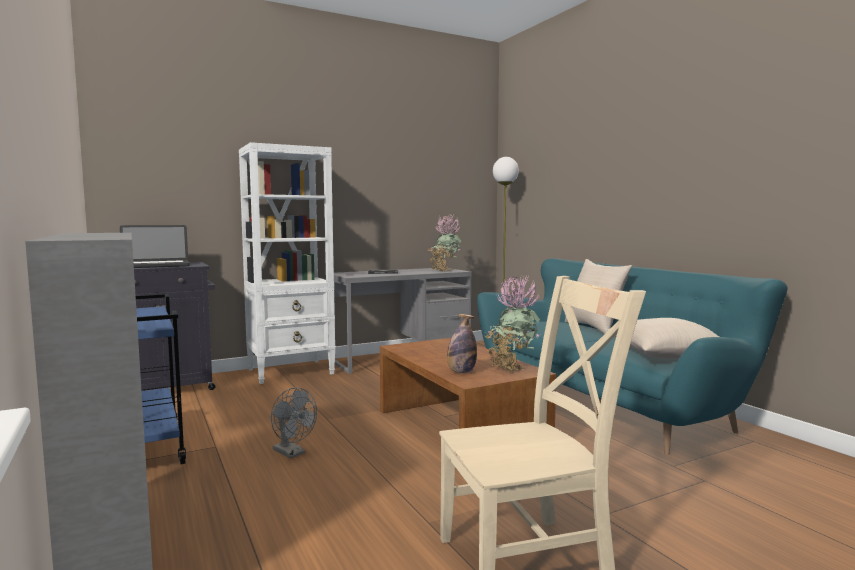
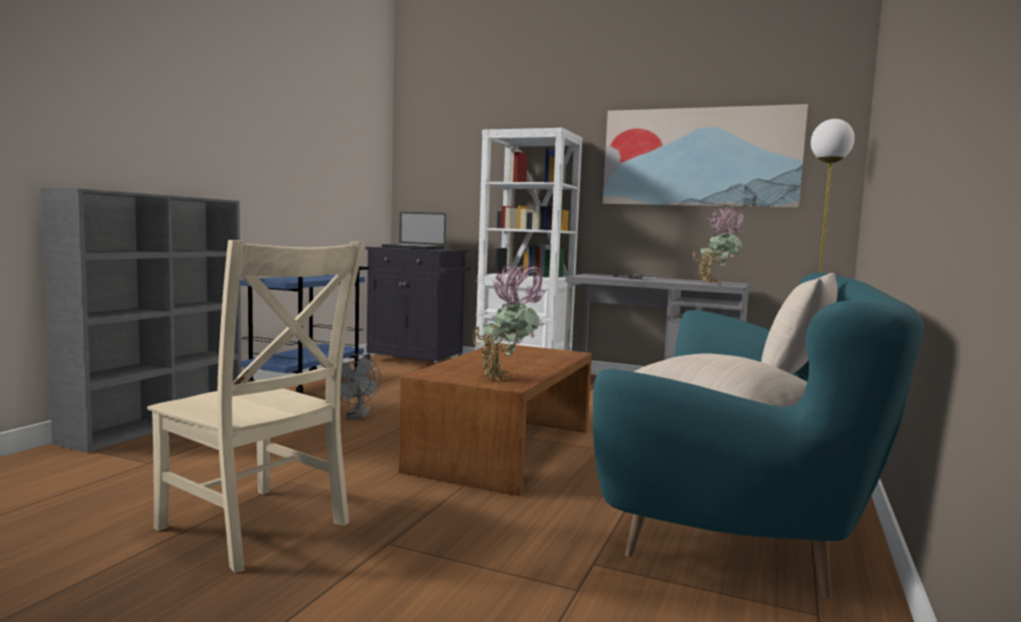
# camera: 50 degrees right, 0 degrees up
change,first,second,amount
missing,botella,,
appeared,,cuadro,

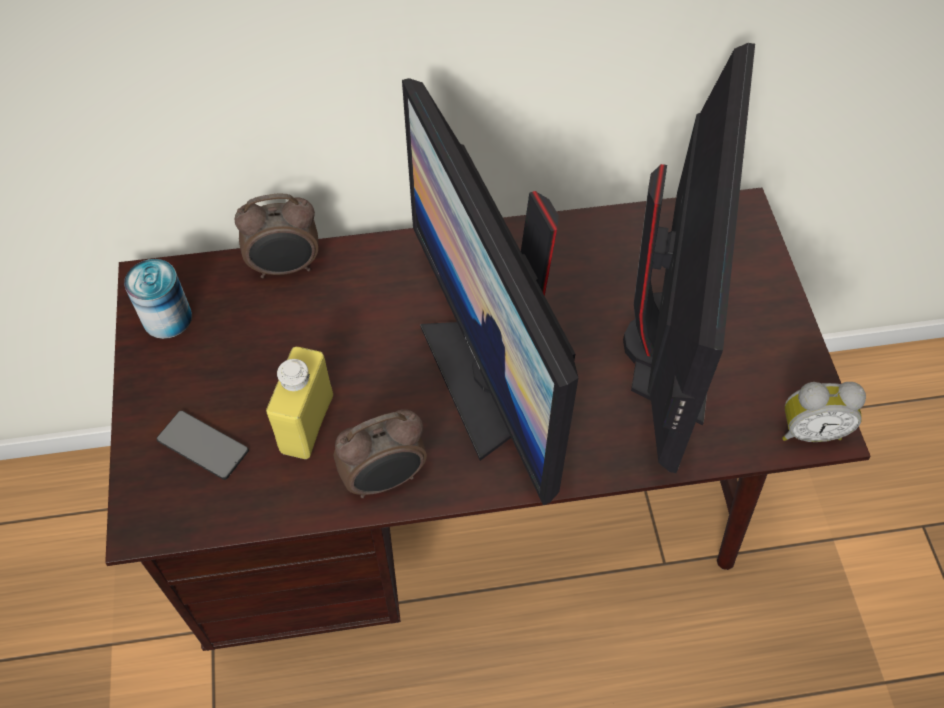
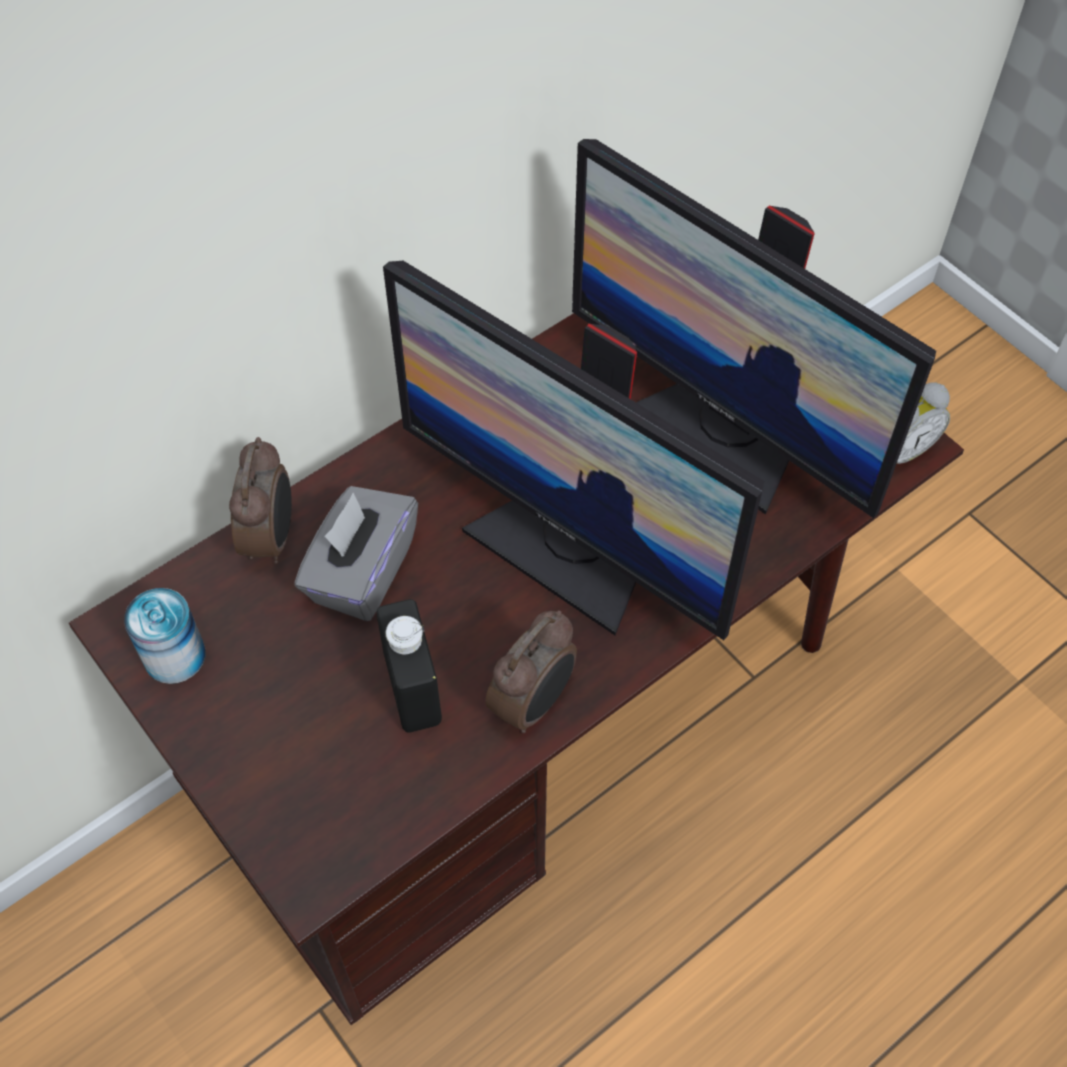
# camera: 30 degrees left, 0 degrees up
change,first,second,amount
spun,monitor (no. 2 from left),,150 degrees clockwise
spun,despertador (no. 1 from left),,45 degrees counterclockwise
colour,botella (amarillo),botella (negro),
missing,móvil,,
appeared,,caja de pañuelos (gris),

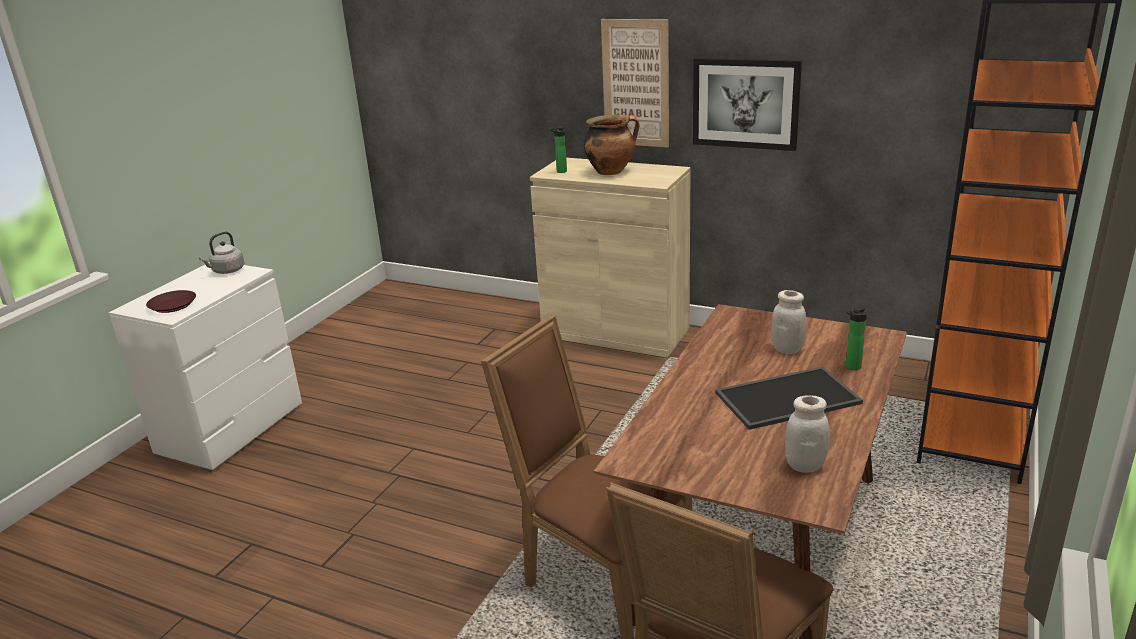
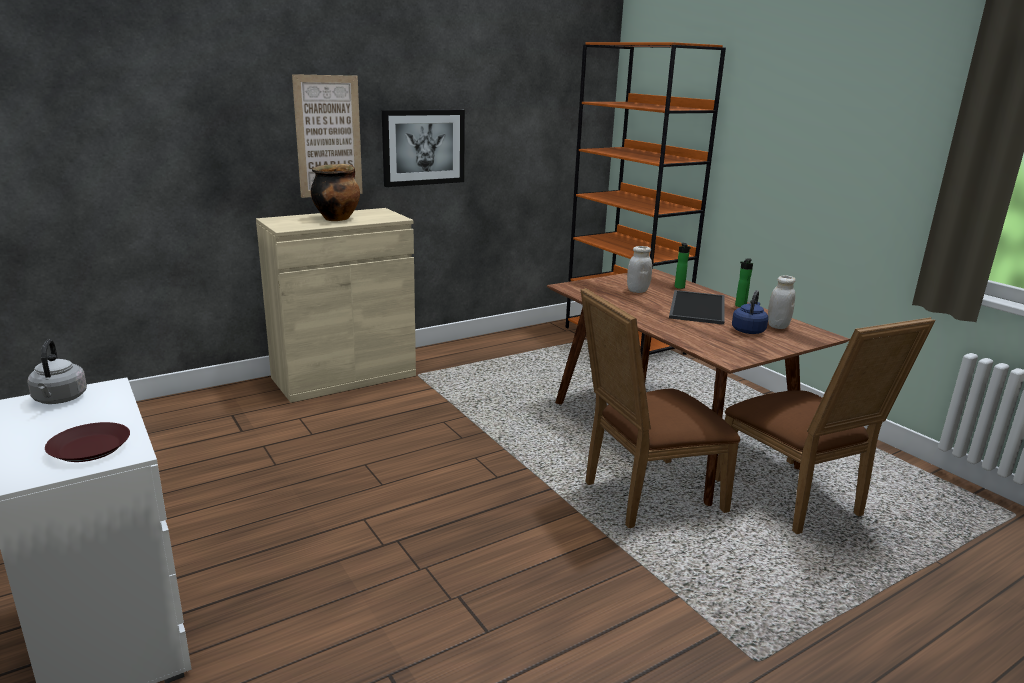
# camera: 60 degrees left, 5 degrees down
change,first,second,amount
relocated,botella (no. 1 from left in the first image),botella (no. 2 from left),
appeared,,hervidor (azul),

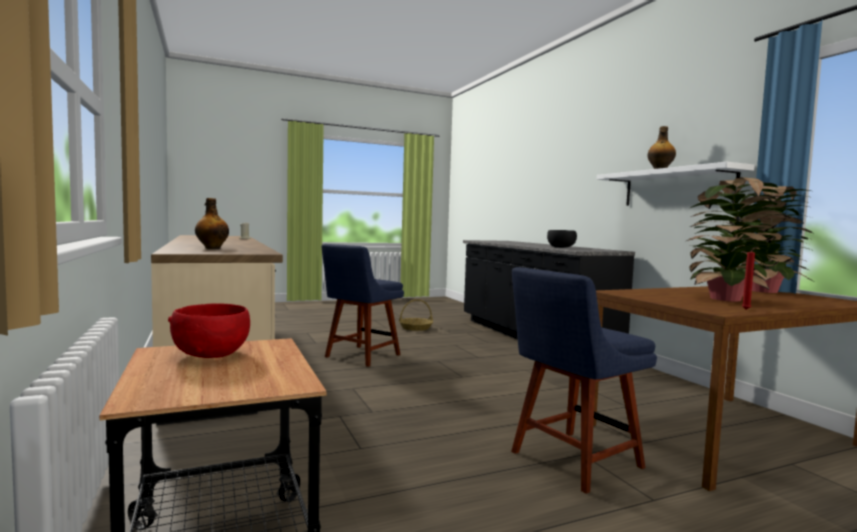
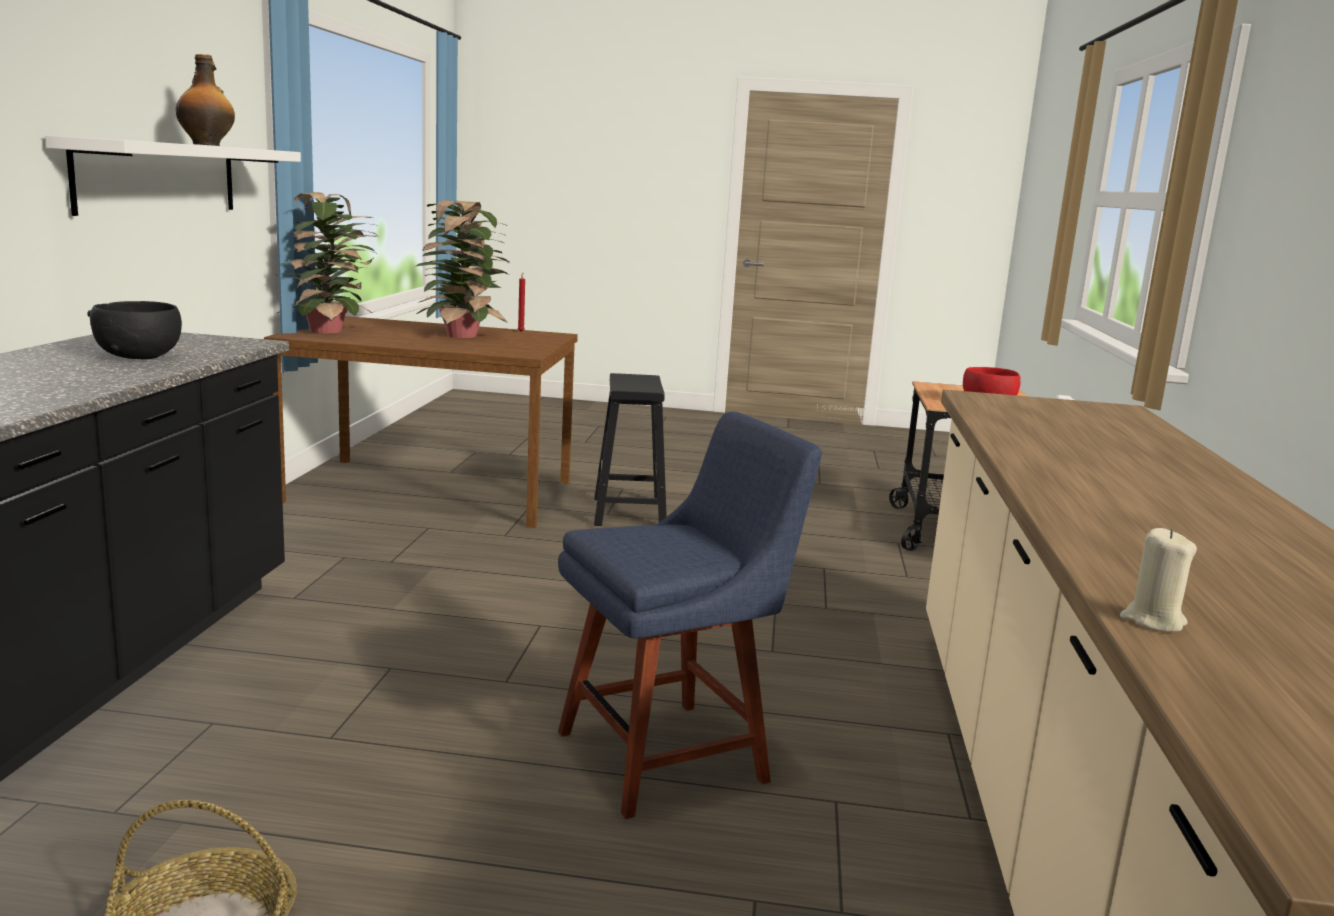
# camera: 150 degrees left, 10 degrees up
change,first,second,amount
missing,botella (no. 1 from left),,
exchanged,silla (azul) (no. 2 from left),taburete (negro),

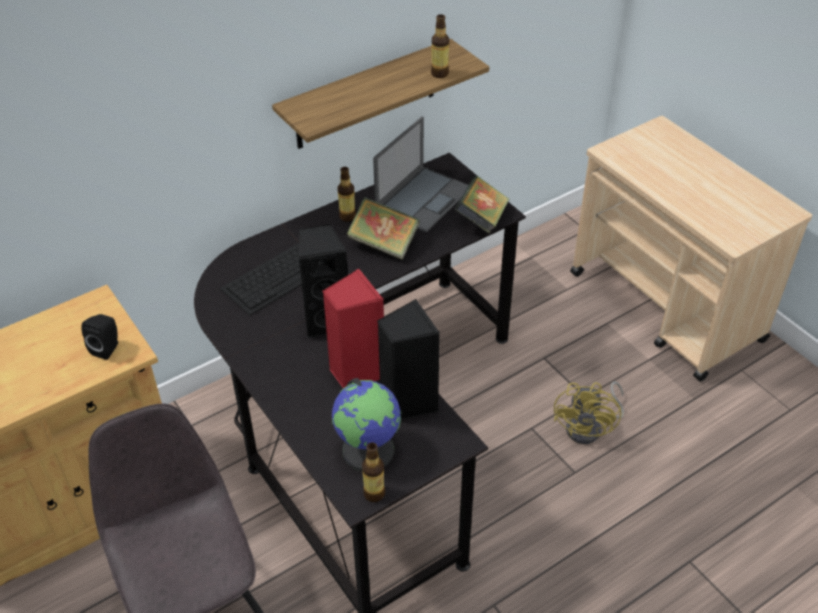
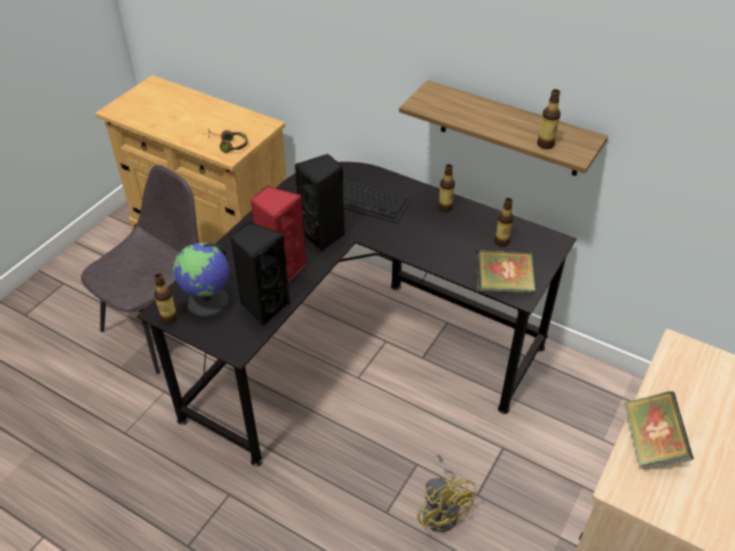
# camera: 65 degrees right, 0 degrees up
change,first,second,amount
exchanged,portátil,botella (no. 3 from left),
relocated,libro (no. 1 from left in the first image),libro (no. 2 from left),
exchanged,altavoz (negro) (no. 1 from left),auriculares (marrón),
spun,ventilador (amarillo),,105 degrees counterclockwise

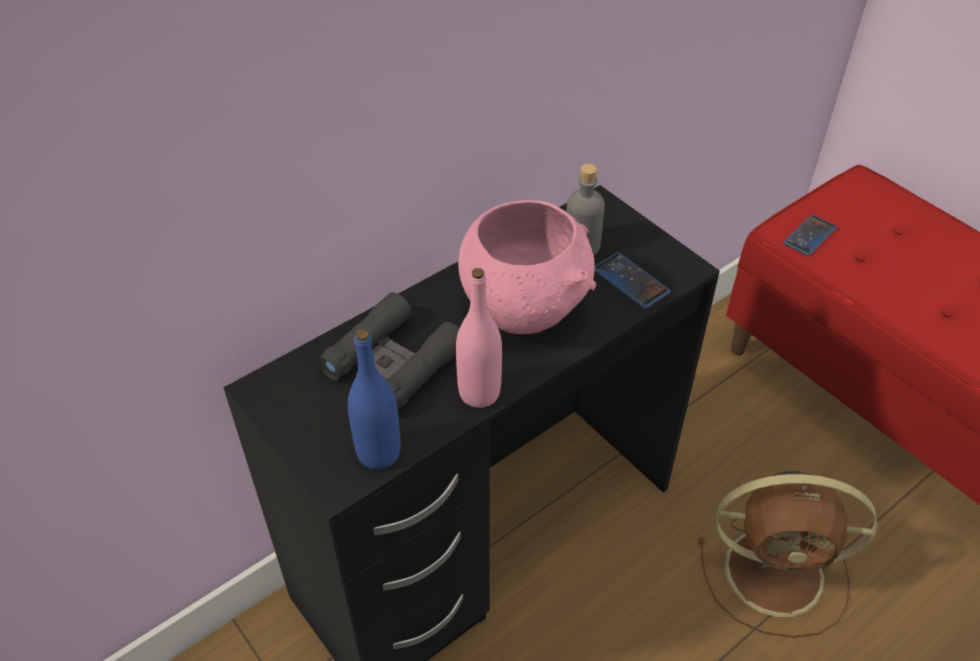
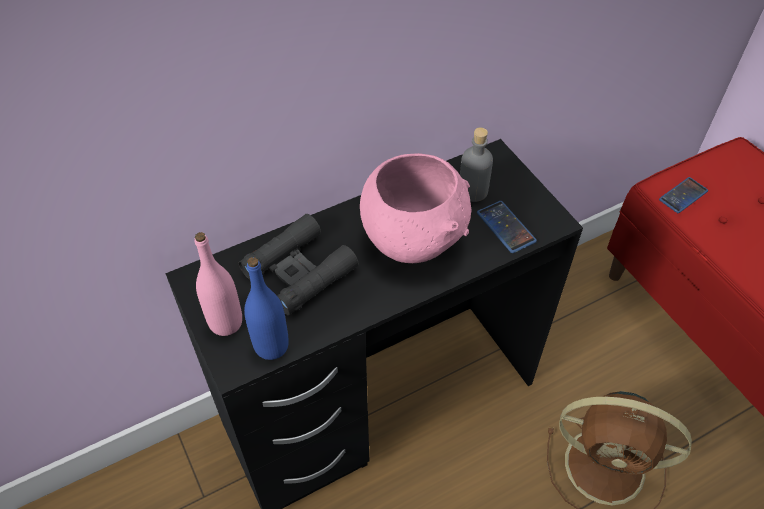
# camera: 10 degrees right, 5 degrees up
change,first,second,amount
relocated,botella (rosa),,

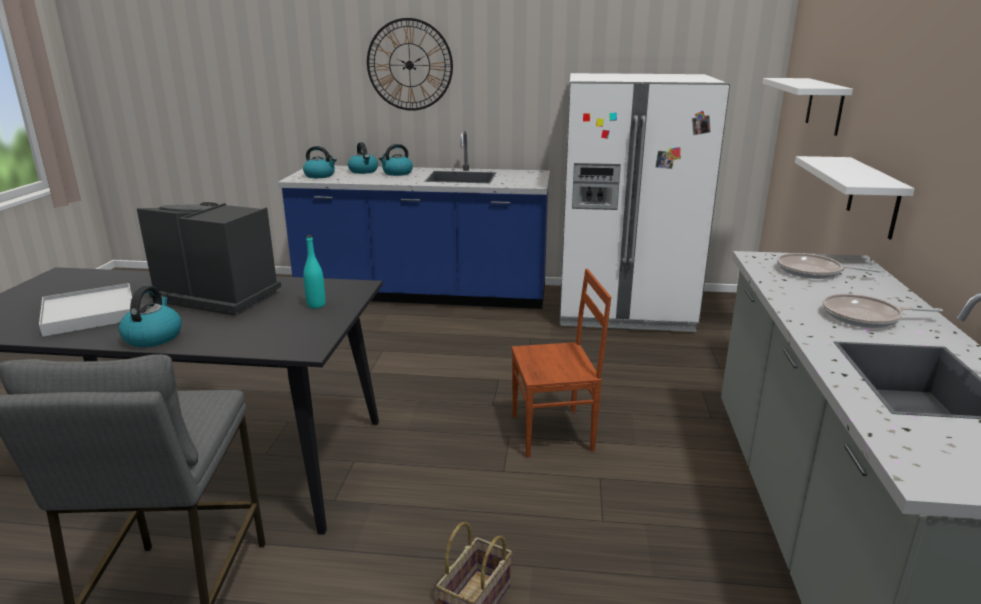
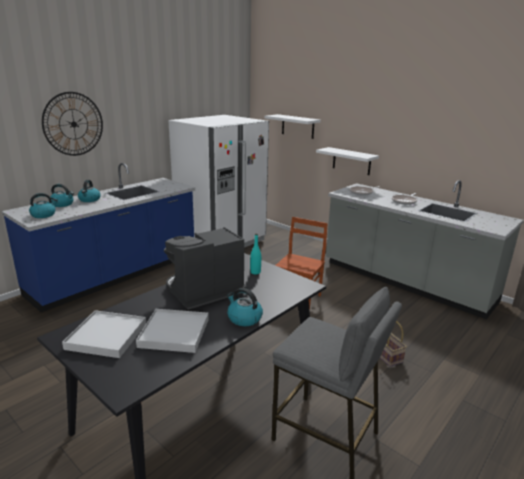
# camera: 55 degrees left, 0 degrees up
change,first,second,amount
appeared,,bandeja (blanco) (no. 1 from left),

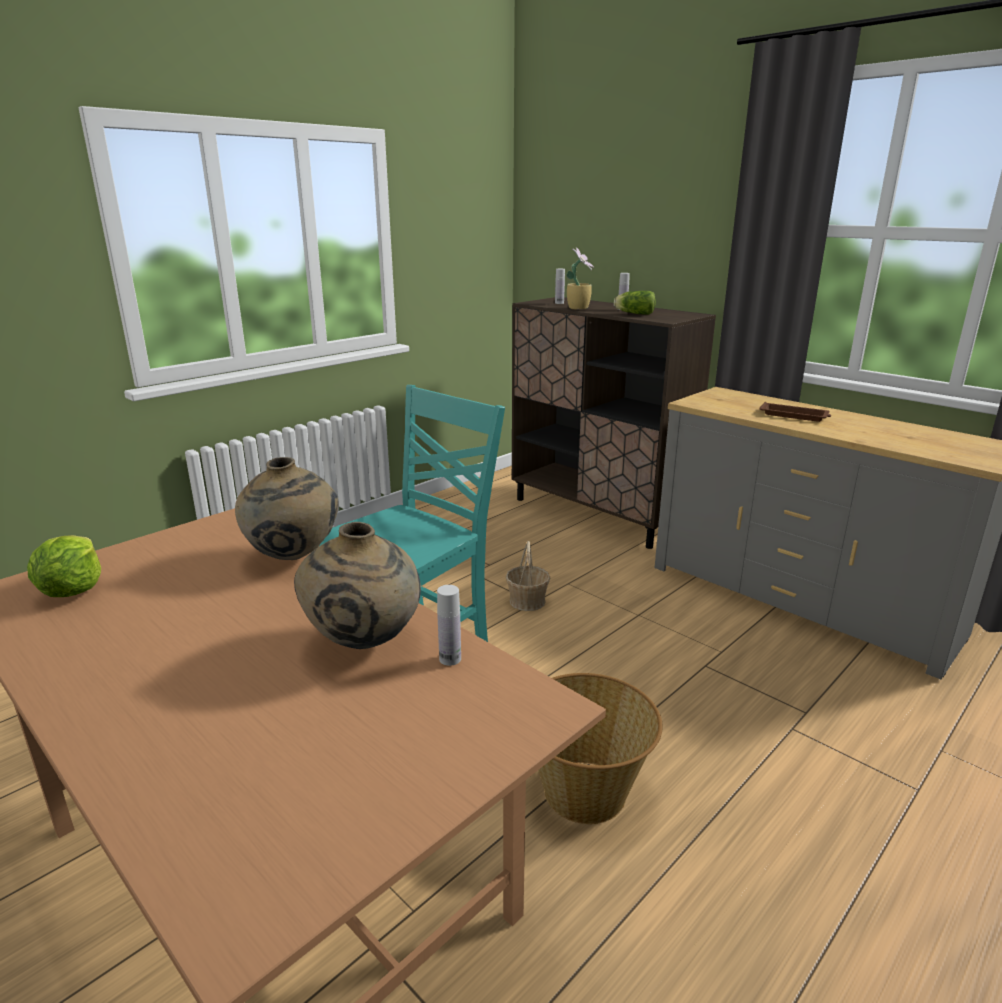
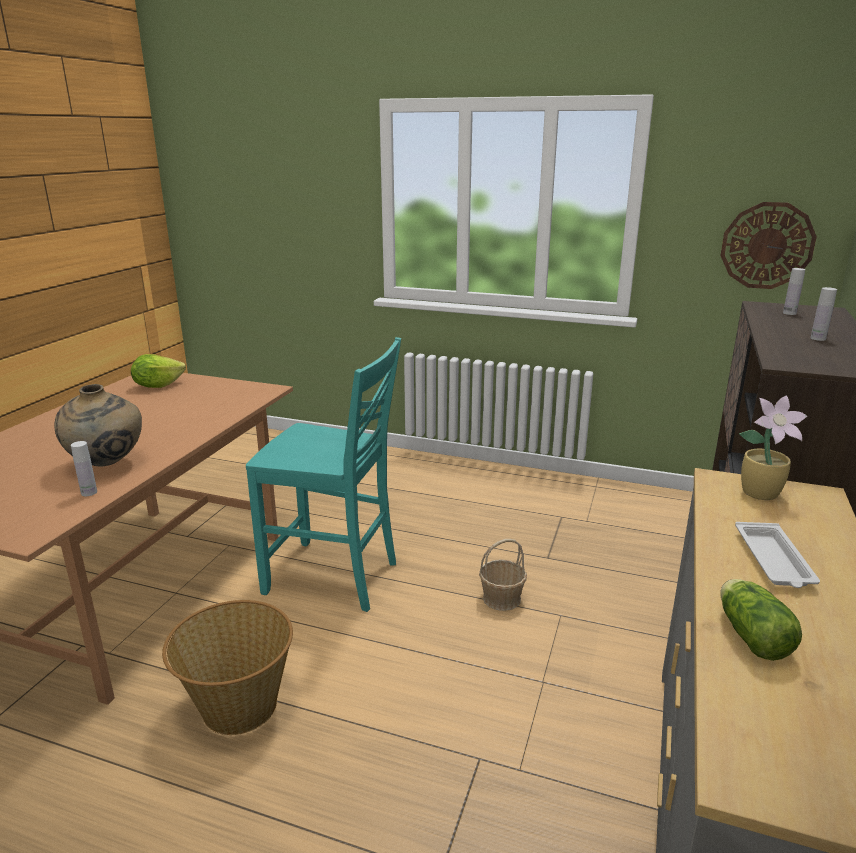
# camera: 65 degrees right, 0 degrees up
change,first,second,amount
relocated,planta en maceta,,
relocated,lechuga (no. 2 from left),,
colour,bandeja (marrón),bandeja (blanco),
missing,florero (beis) (no. 1 from left),,
appeared,,reloj de pared,

